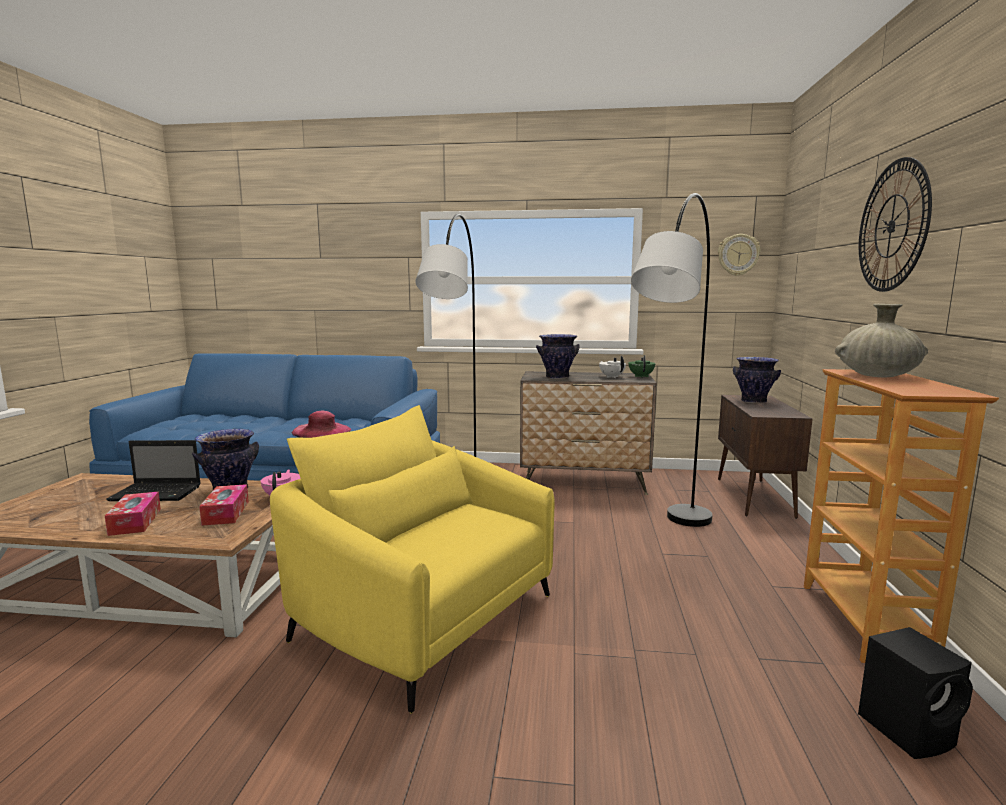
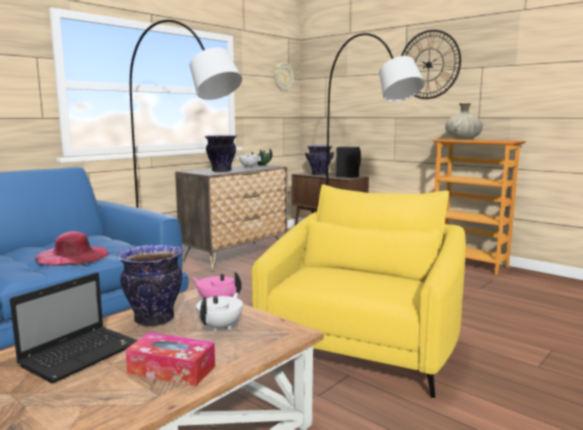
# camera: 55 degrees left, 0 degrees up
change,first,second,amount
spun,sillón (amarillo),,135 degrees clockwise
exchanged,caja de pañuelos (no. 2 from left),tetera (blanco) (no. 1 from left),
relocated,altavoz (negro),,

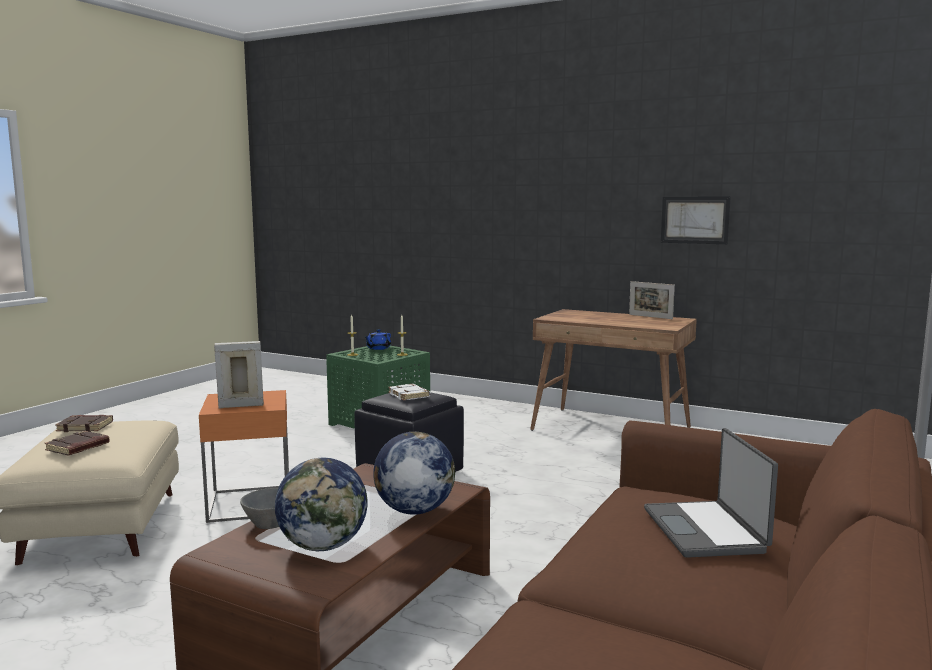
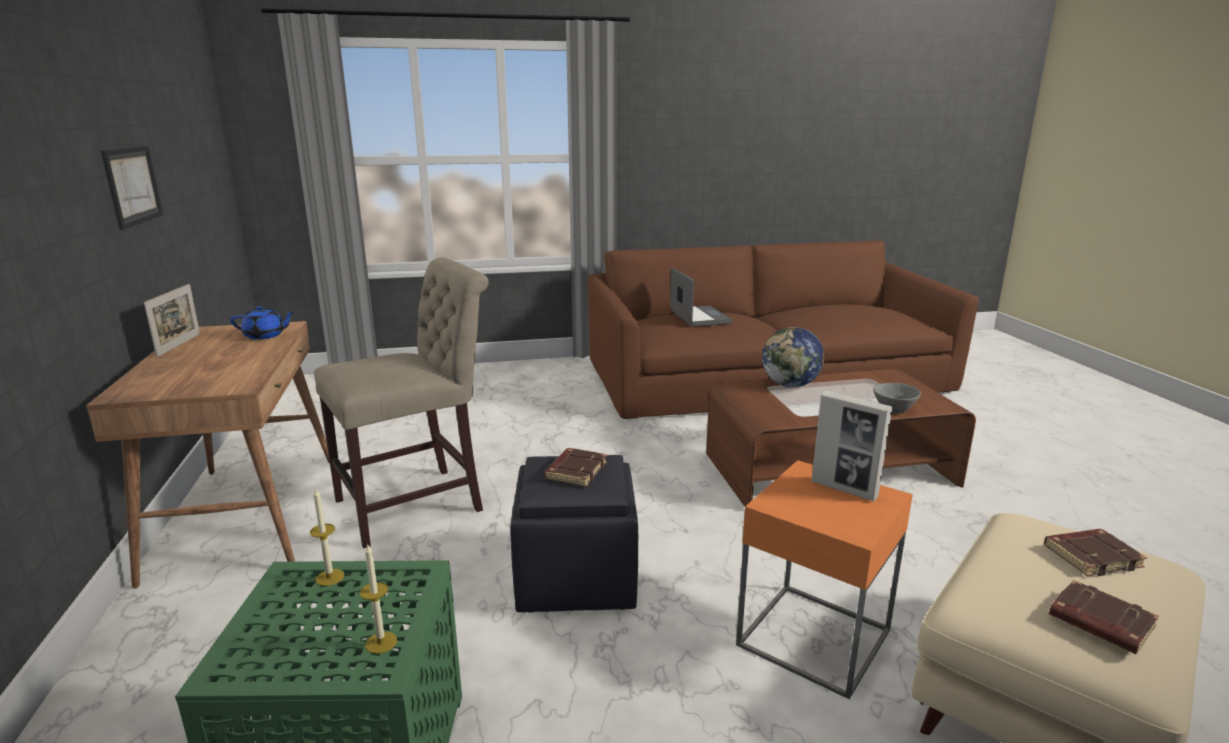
# camera: 130 degrees left, 10 degrees up
change,first,second,amount
relocated,tetera (azul),,
colour,libro (blanco),libro (marrón) (no. 1 from left),
spun,portátil,,60 degrees counterclockwise
missing,globo terráqueo (no. 1 from left),,
appeared,,silla (beis),

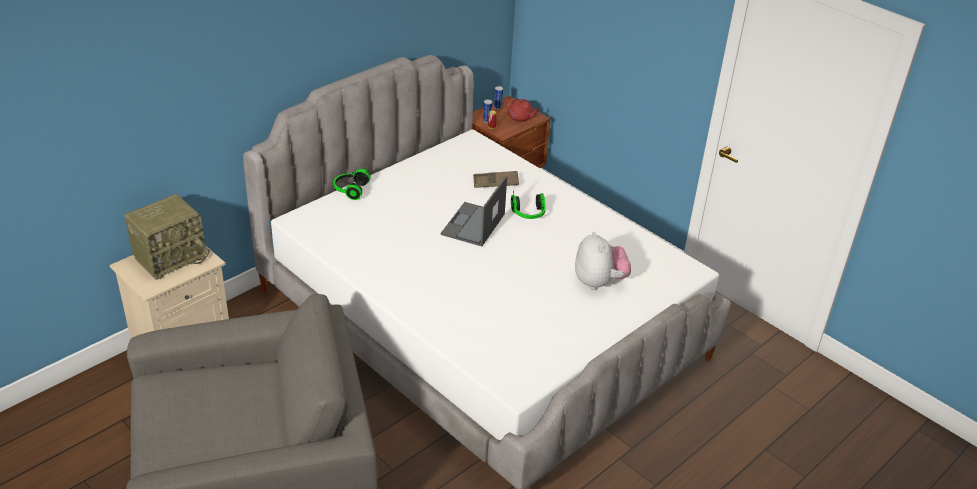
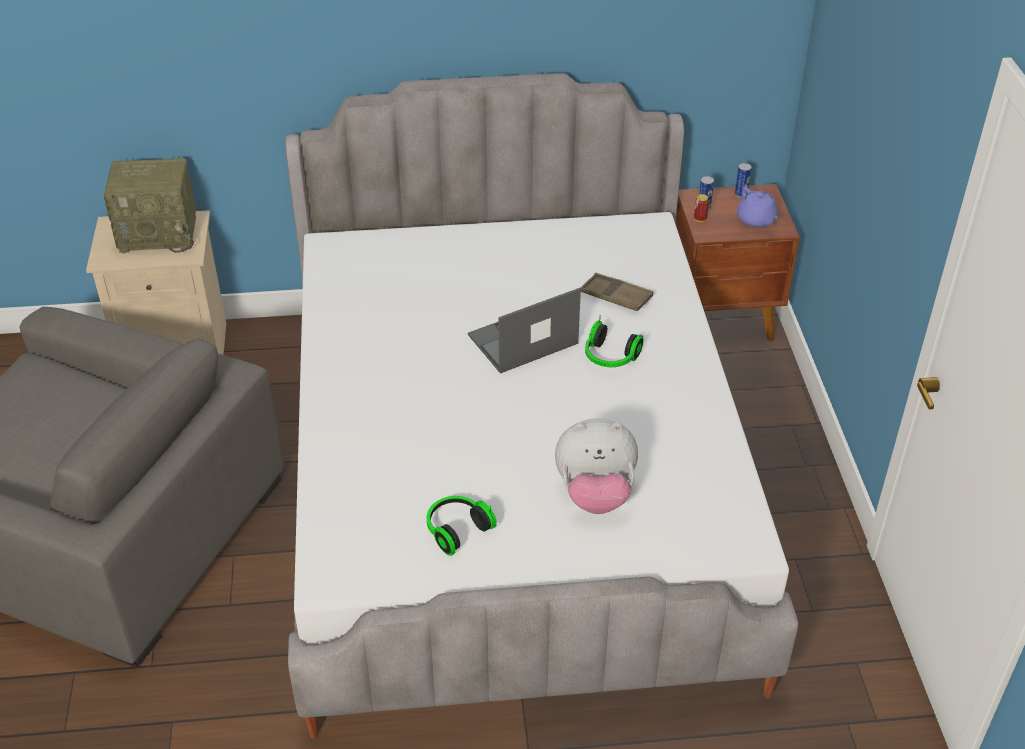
# camera: 40 degrees right, 5 degrees up
change,first,second,amount
colour,tetera (rojo),tetera (morado),
relocated,auriculares (no. 1 from left),,
spun,peluche,,60 degrees clockwise

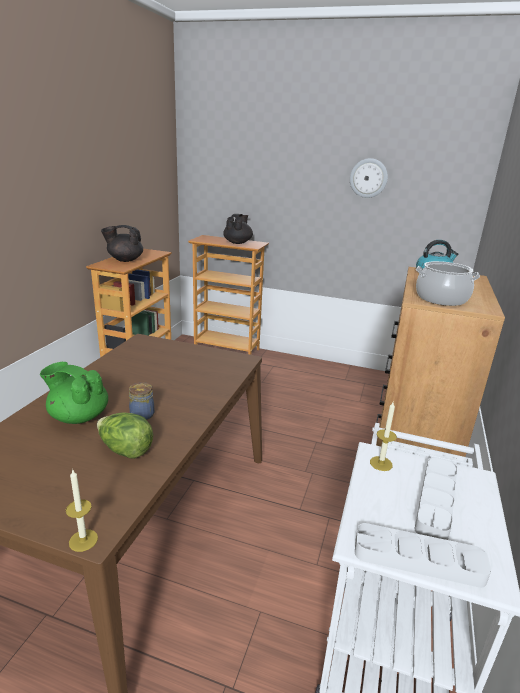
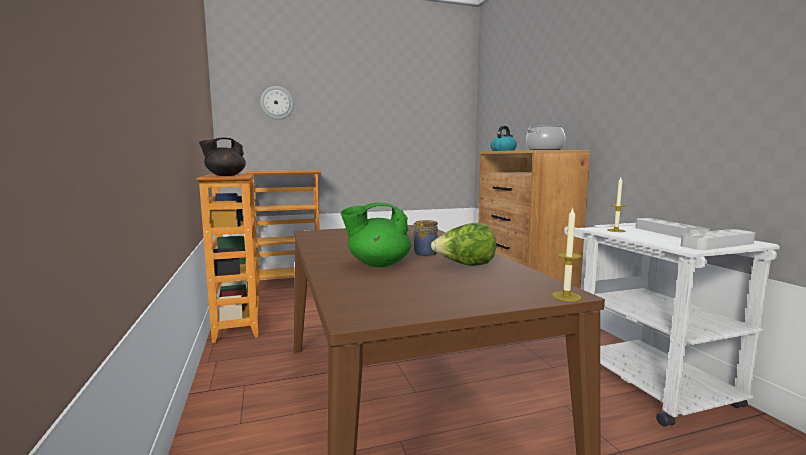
# camera: 35 degrees left, 15 degrees down
change,first,second,amount
relocated,reloj de pared,,
missing,tetera (negro) (no. 2 from left),,

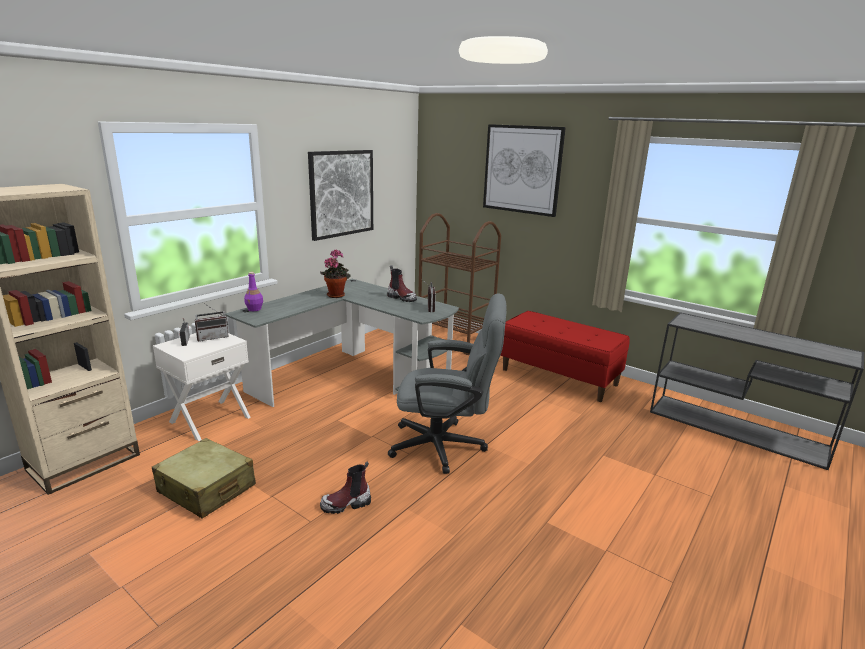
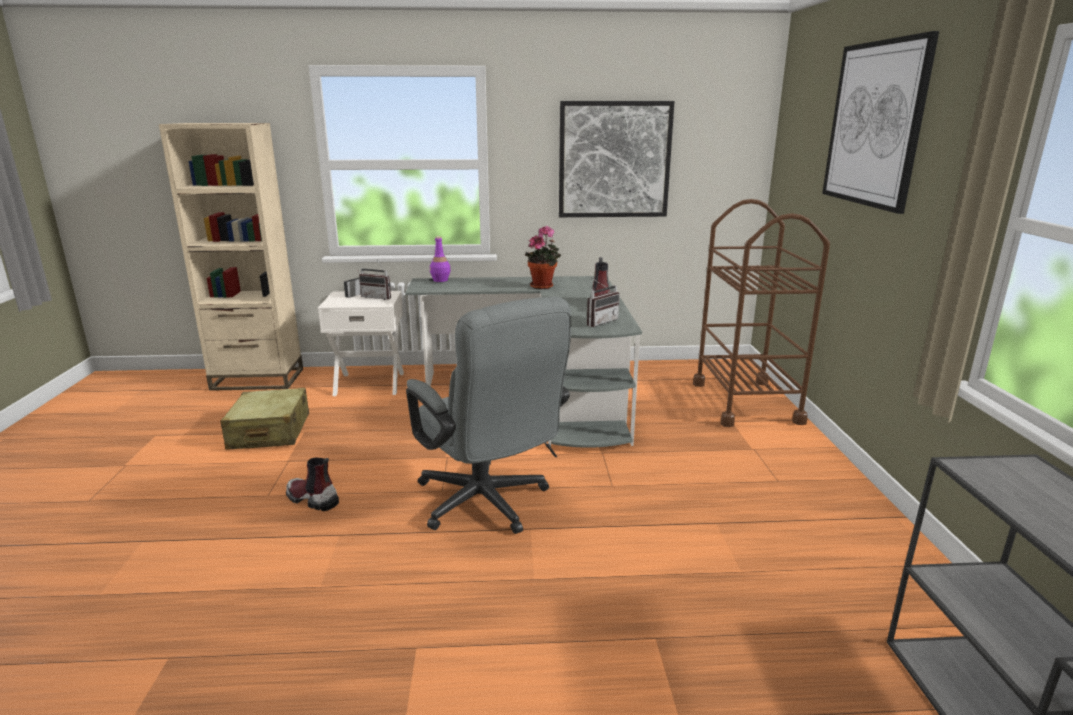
# camera: 50 degrees right, 0 degrees up
change,first,second,amount
missing,banco (rojo),,

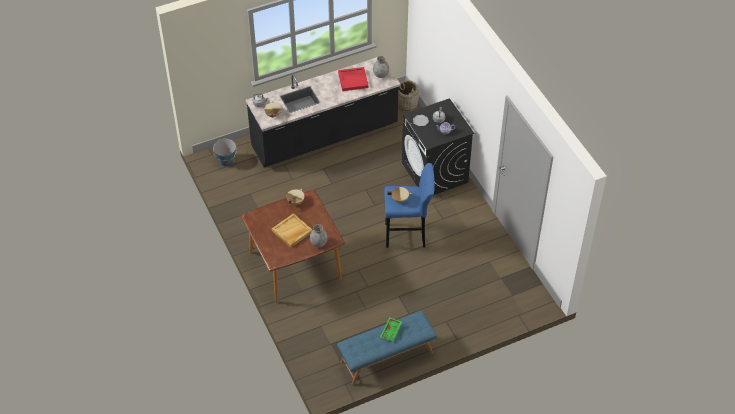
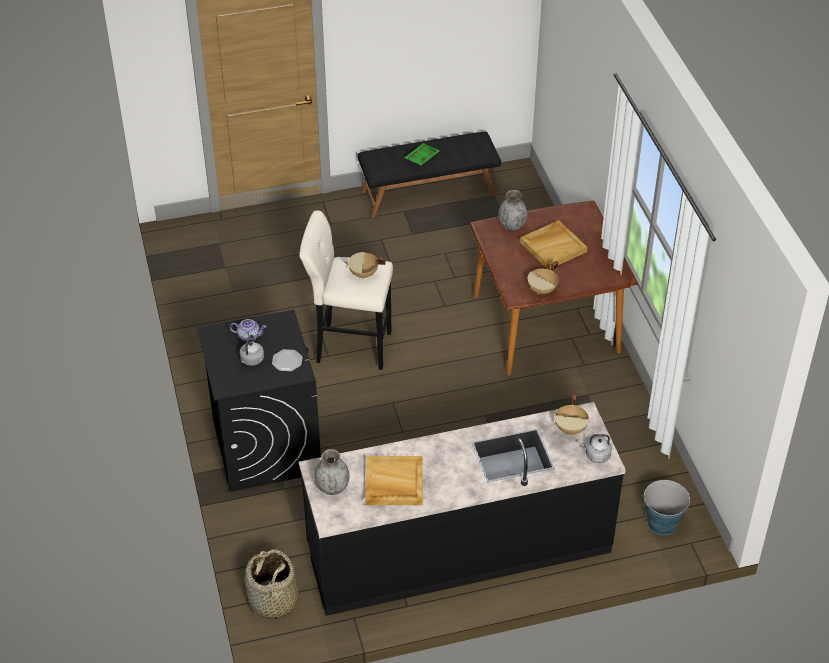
# camera: 170 degrees left, 5 degrees down
change,first,second,amount
colour,bandeja (rojo),bandeja (beis) (no. 1 from left),
colour,taburete (azul),taburete (beis),
colour,banco (azul),banco (negro),

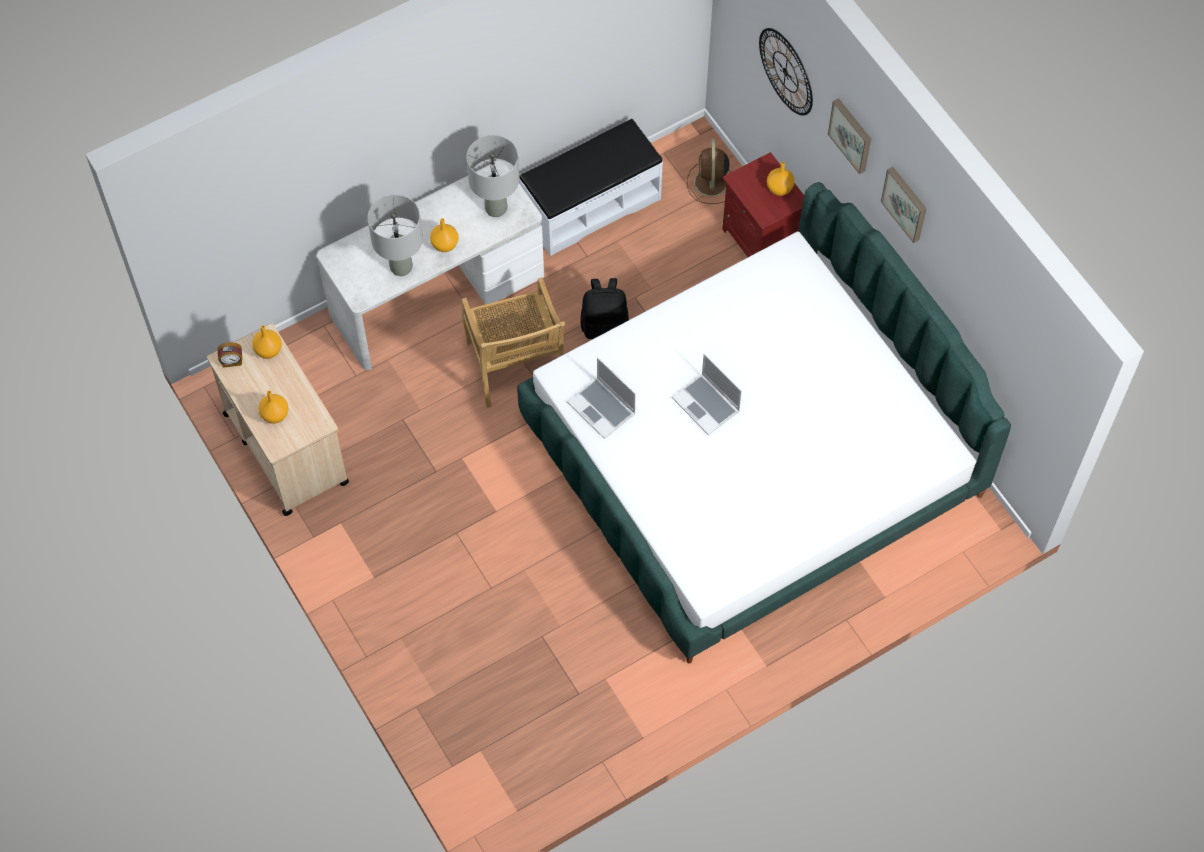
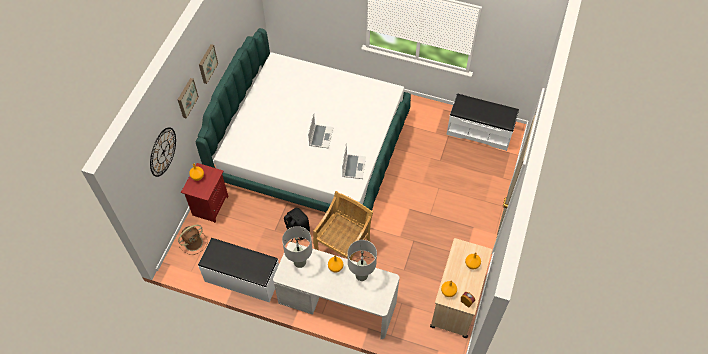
# camera: 130 degrees left, 5 degrees down
change,first,second,amount
appeared,,banco (blanco) (no. 2 from left),

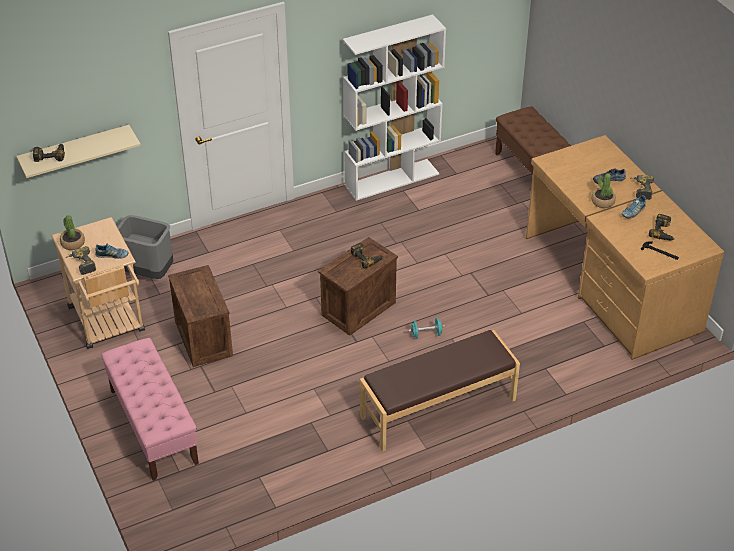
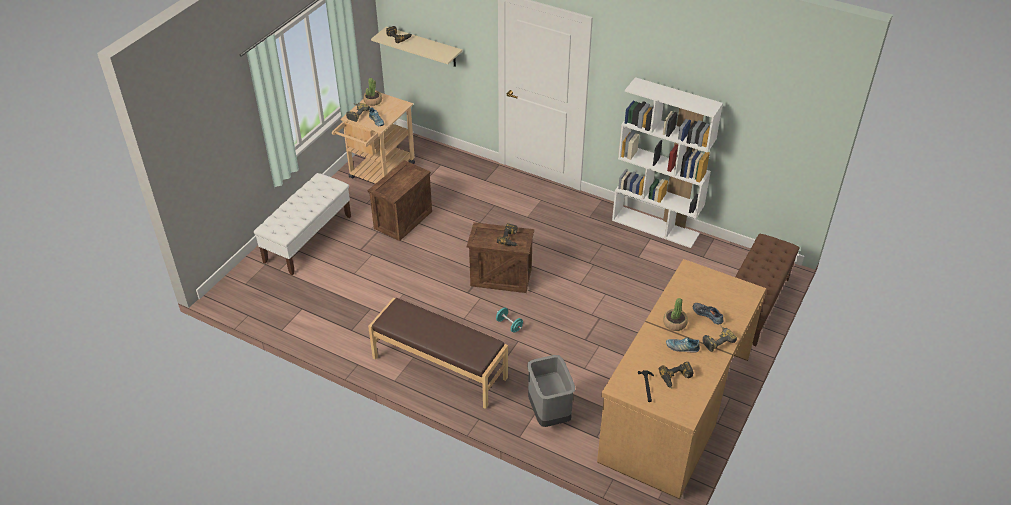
# camera: 55 degrees right, 0 degrees up
change,first,second,amount
relocated,papelera (gris),,
colour,banco (rosa),banco (blanco),

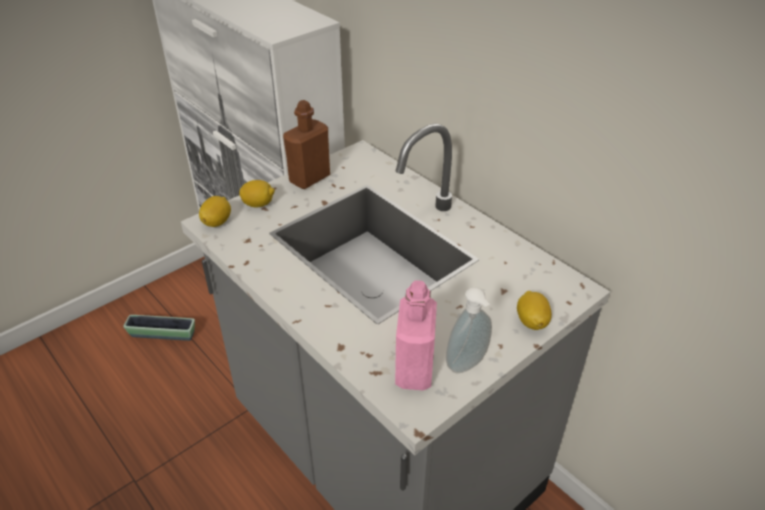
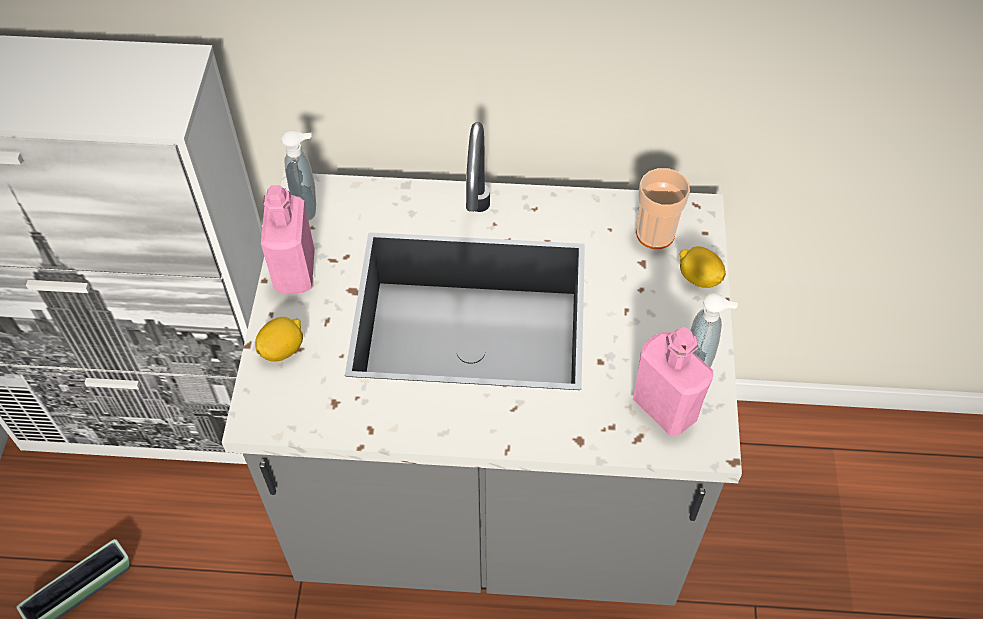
# camera: 45 degrees left, 15 degrees up
change,first,second,amount
colour,botella (marrón),botella (rosa) (no. 1 from left),
missing,limón (no. 1 from left),,
appeared,,dispensador de jabón (no. 1 from left),
appeared,,taza,

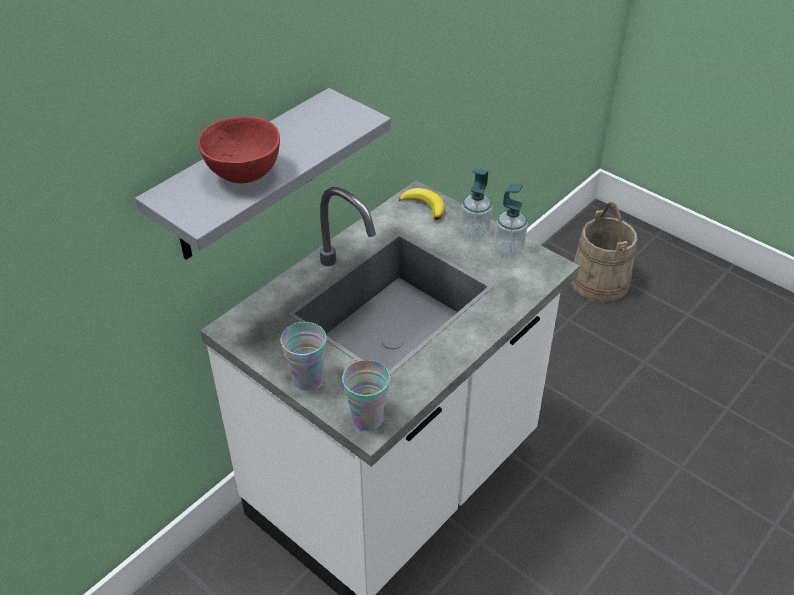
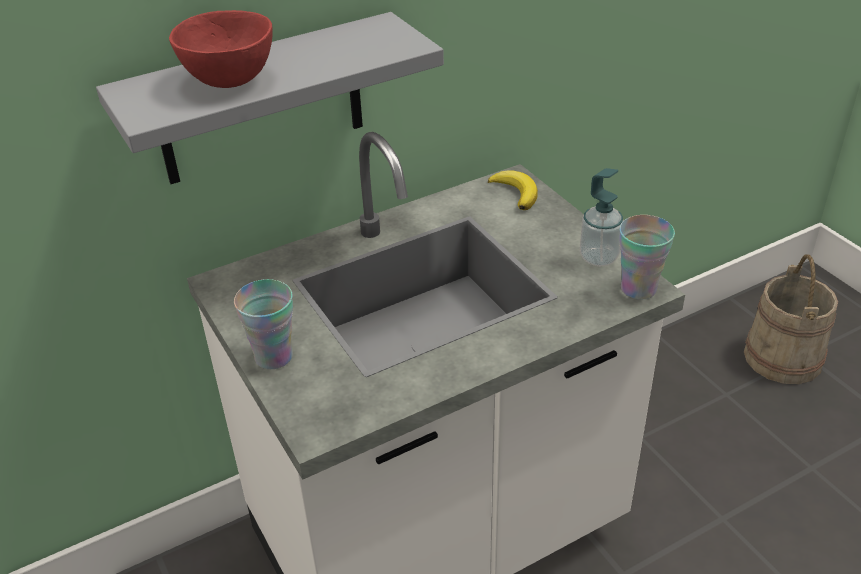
# camera: 20 degrees right, 5 degrees down
change,first,second,amount
missing,dispensador de jabón (no. 1 from left),,
relocated,taza (no. 2 from left),,

